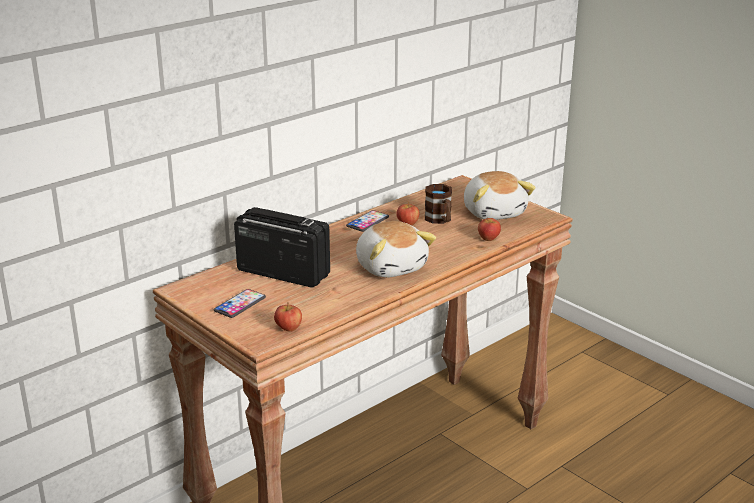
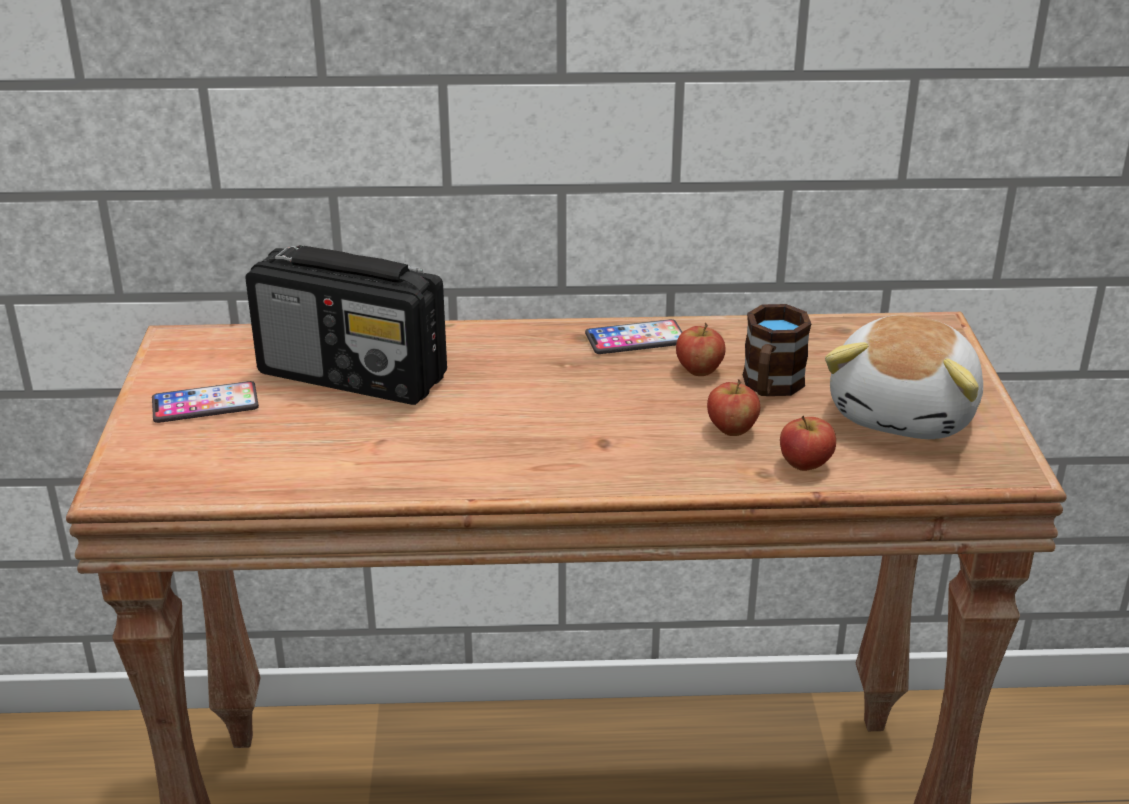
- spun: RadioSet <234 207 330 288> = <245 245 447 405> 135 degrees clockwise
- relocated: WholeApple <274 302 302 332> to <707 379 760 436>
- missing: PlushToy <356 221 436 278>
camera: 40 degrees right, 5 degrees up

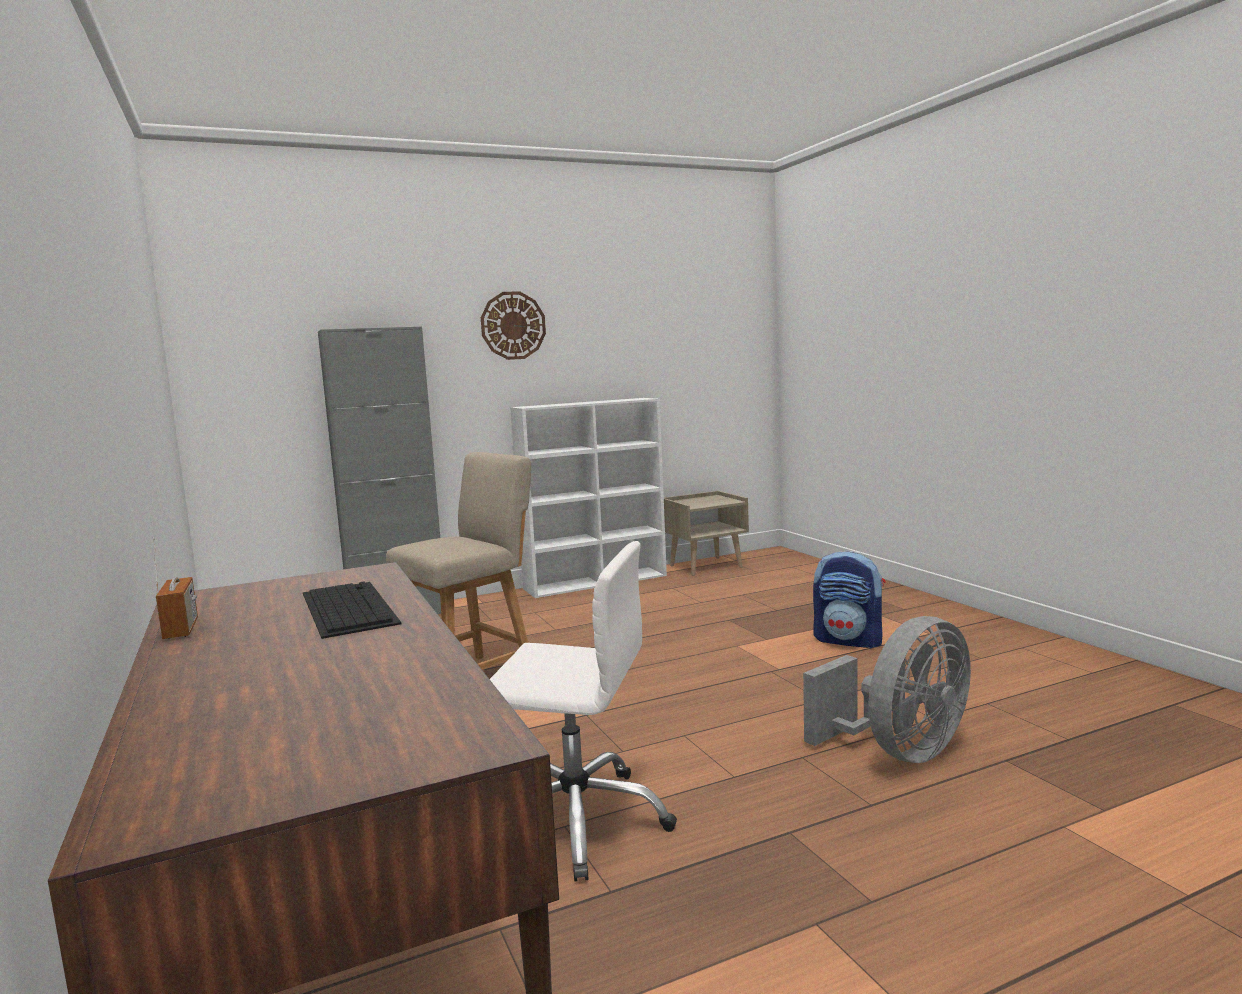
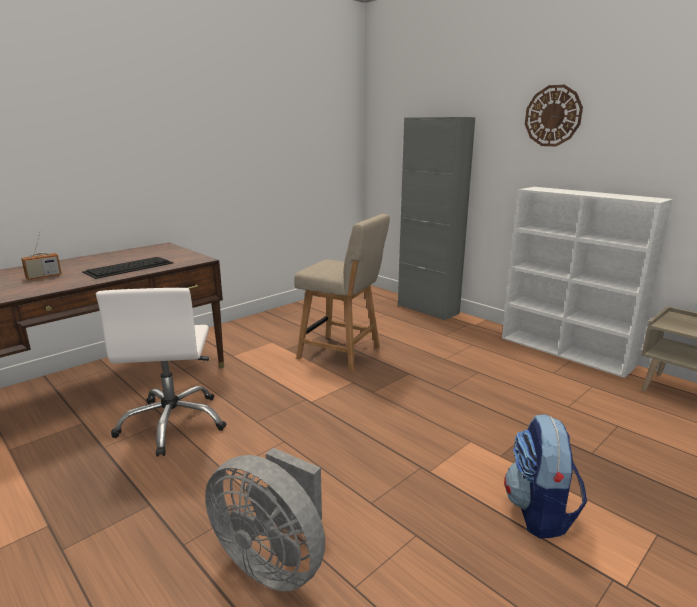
- relocated: RadioSet <153 536 198 639> to <21 232 62 280>
camera: 70 degrees right, 10 degrees up

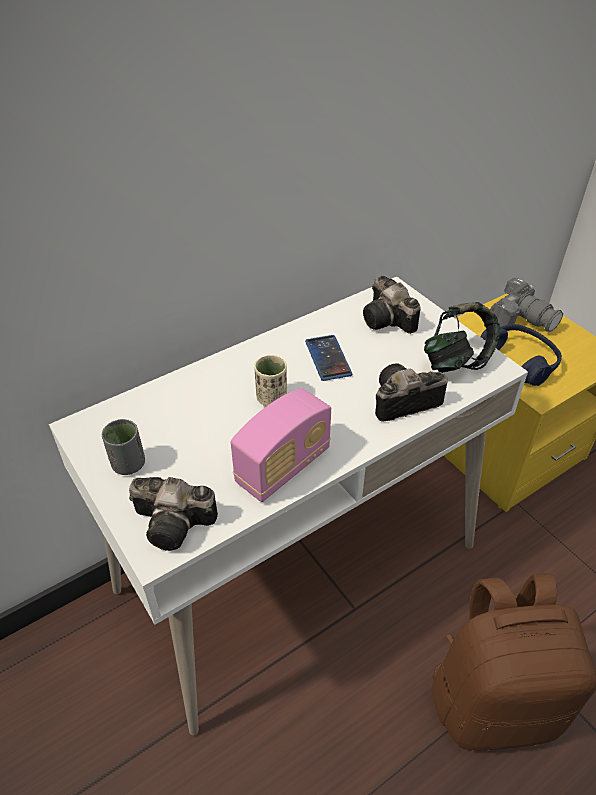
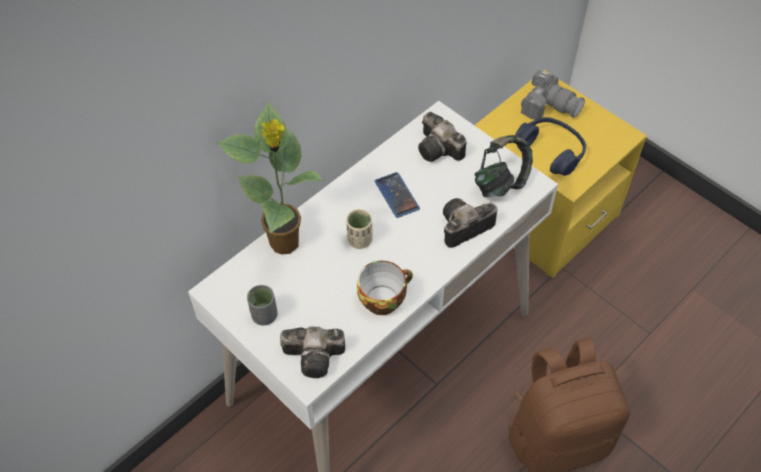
- exchanged: RadioSet <231 388 331 502> to Cup <357 261 413 315>
- appeared: PlantInAPot <217 102 325 254>
camera: 10 degrees left, 10 degrees up

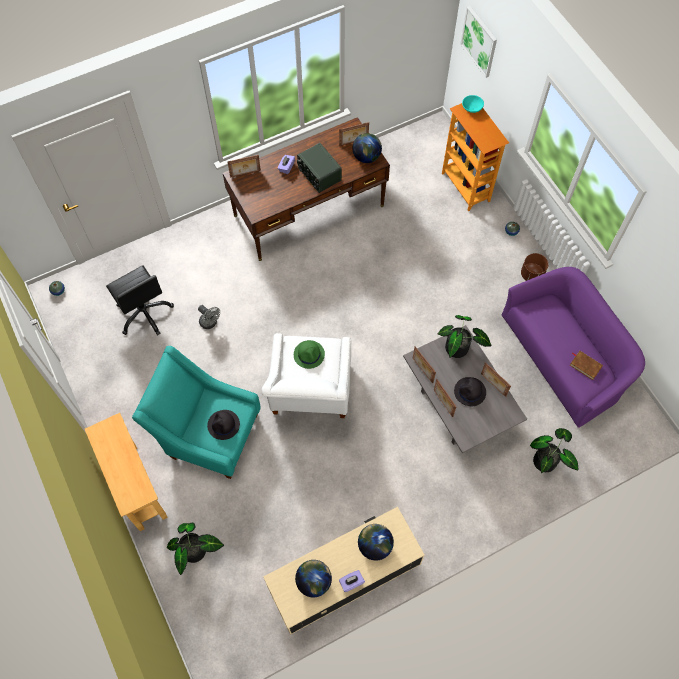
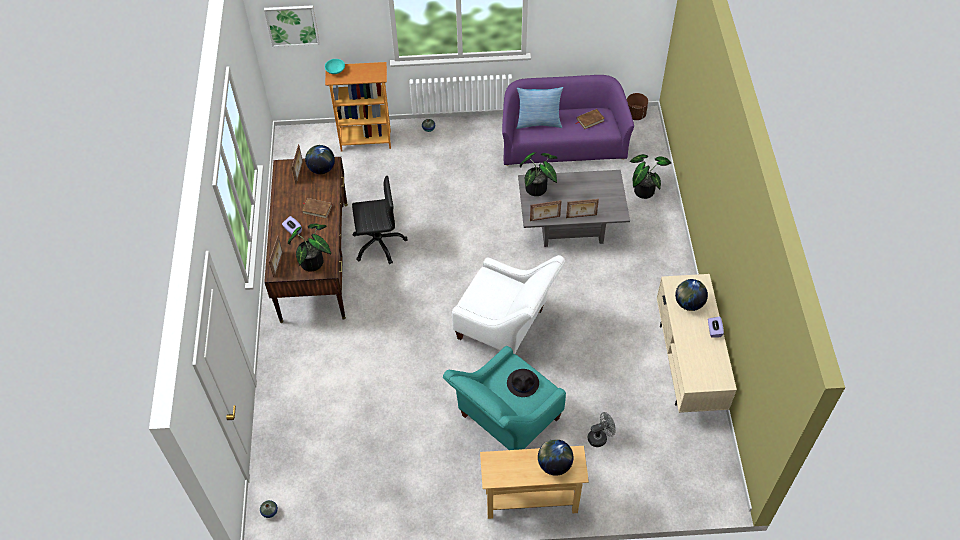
- relocated: BlackComputerChair <106 265 174 336> to <352 176 408 264>
- relocated: PlantInAPot <167 522 224 575> to <288 224 331 272>
- relocated: GreyElectricFan <198 305 220 329> to <588 412 616 447>
- missing: GreenColouredWearableHat <294 340 325 369>
- relocated: Globe <295 560 332 597> to <538 439 574 476>
- exchanged: RadioSet <297 143 342 193> to BrownishVolume <302 198 332 219>
- missing: BlackWearableHat <454 377 486 406>
- missing: StandingFrame <481 362 511 397>
- relocated: BrownishFlowerPot <521 253 548 281> to <627 93 648 120>
- appeared: Pillow <516 87 563 129>
camera: 65 degrees left, 10 degrees down

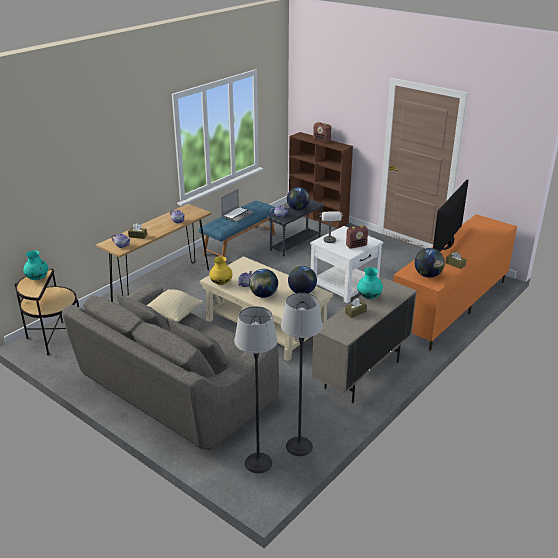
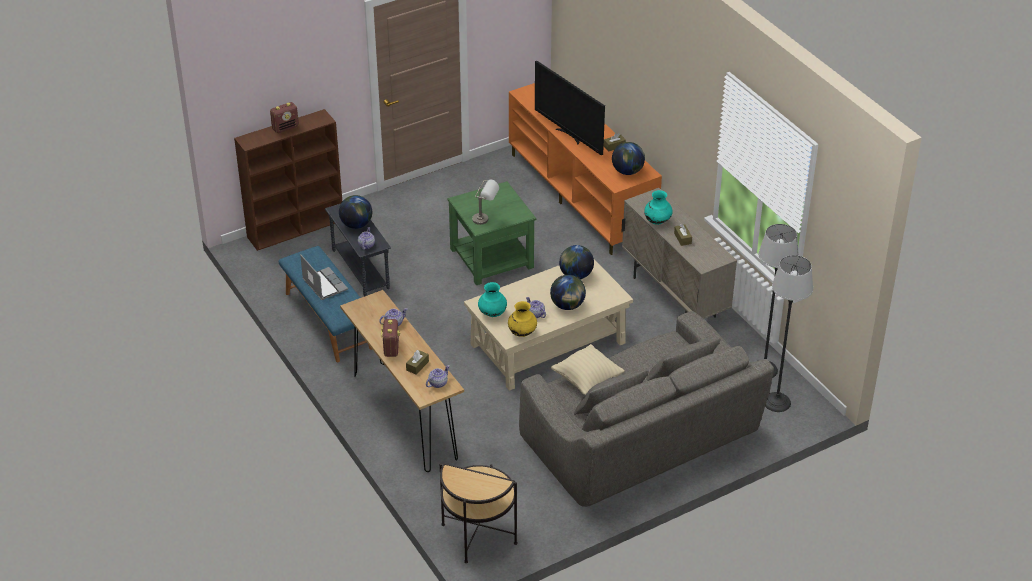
- relocated: BlueGreenDecorativeVase <23 250 48 280> to <478 282 507 317>
- colour: WhiteColouredSideTable <310 226 384 303> to GreenColouredSideTable <447 181 536 285>
- relocated: RadioSet <346 225 368 249> to <381 319 400 357>
camera: 70 degrees left, 10 degrees up

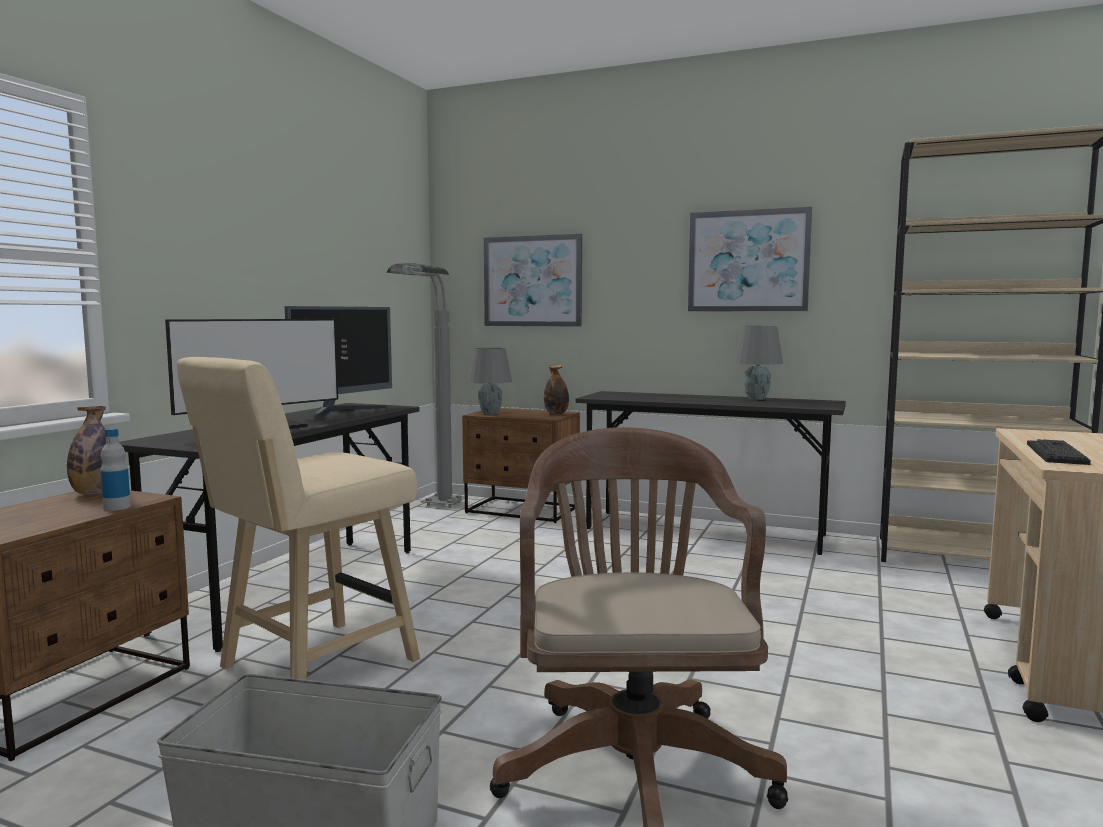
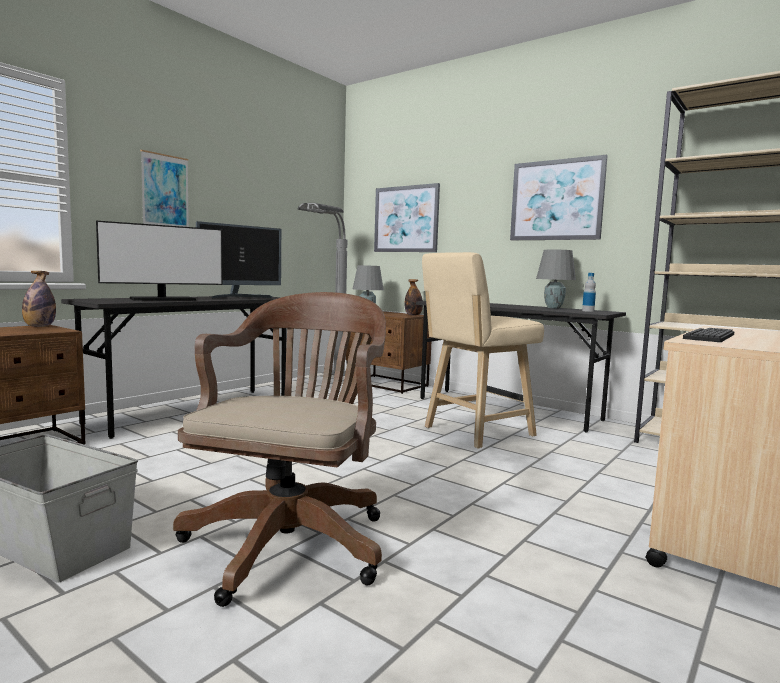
- relocated: Bottle <100 428 131 511> to <582 273 596 312>
- relocated: SandColouredStoolSeat <177 357 420 680> to <422 252 544 448>
- appeared: WallArt <141 150 189 227>
camera: 15 degrees right, 0 degrees up

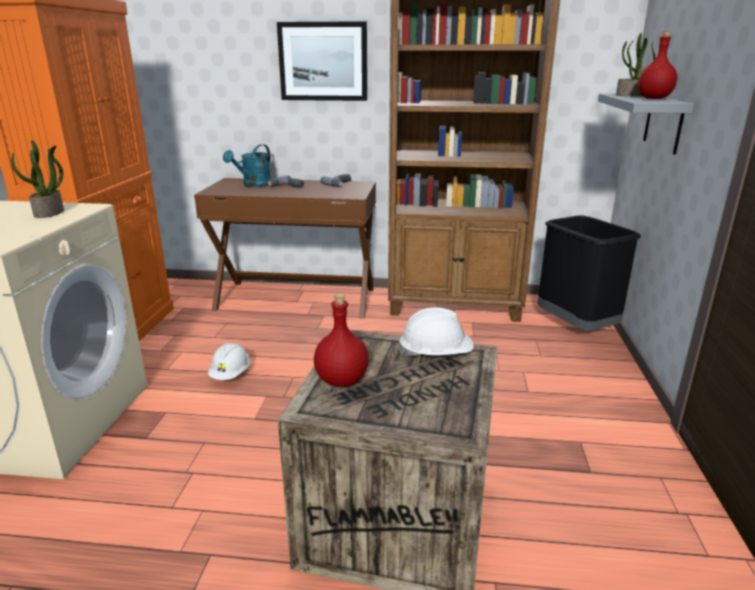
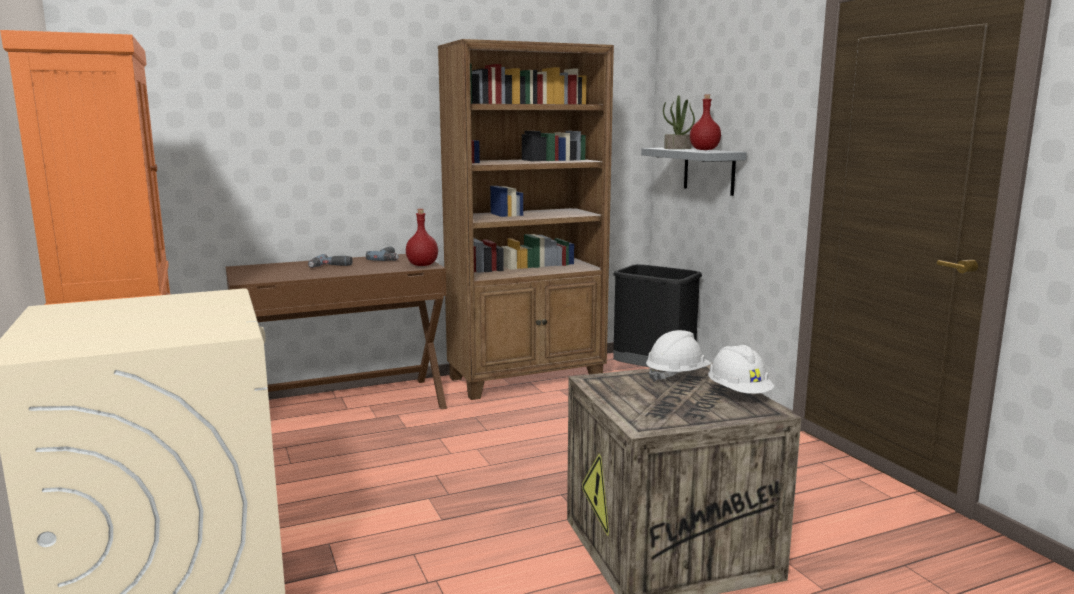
- missing: PlantInAPot <11 140 64 218>
- relocated: WhiteColouredWorkHelmet <208 343 250 380> to <708 345 774 394>
- missing: BlueGreenSprinklingCan <223 144 271 187>
- missing: WallArt <277 21 367 101>
- relocated: ReddishBottle <314 294 369 387> to <406 209 438 266>
camera: 30 degrees left, 10 degrees down

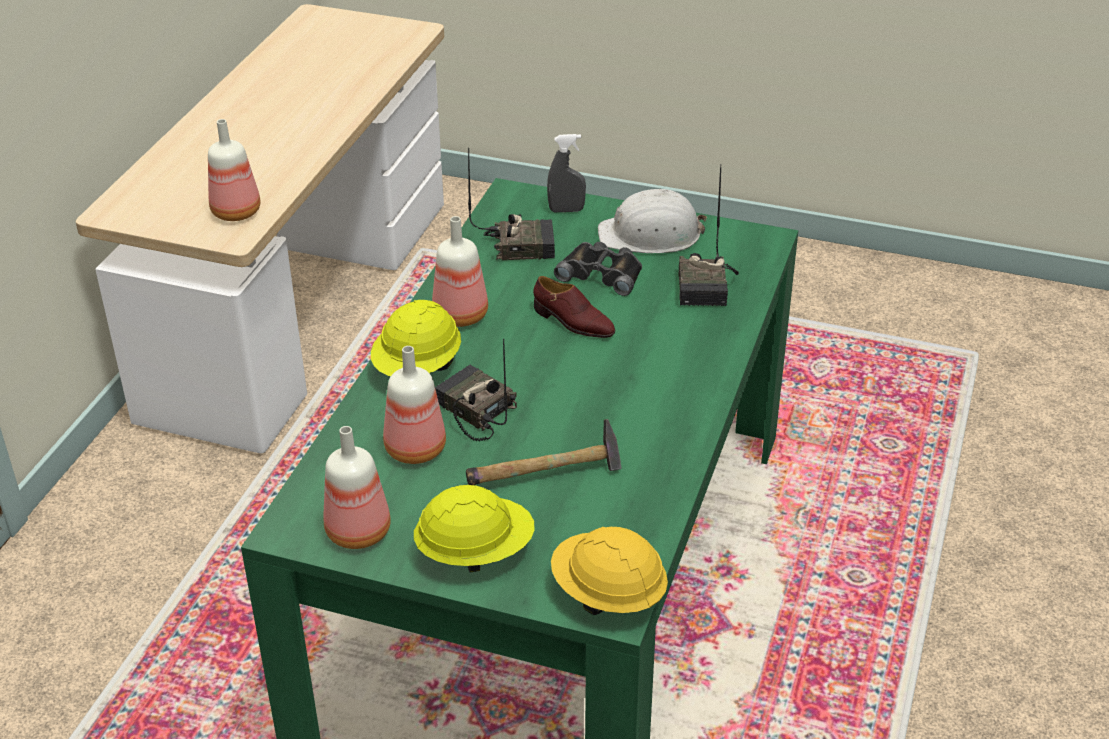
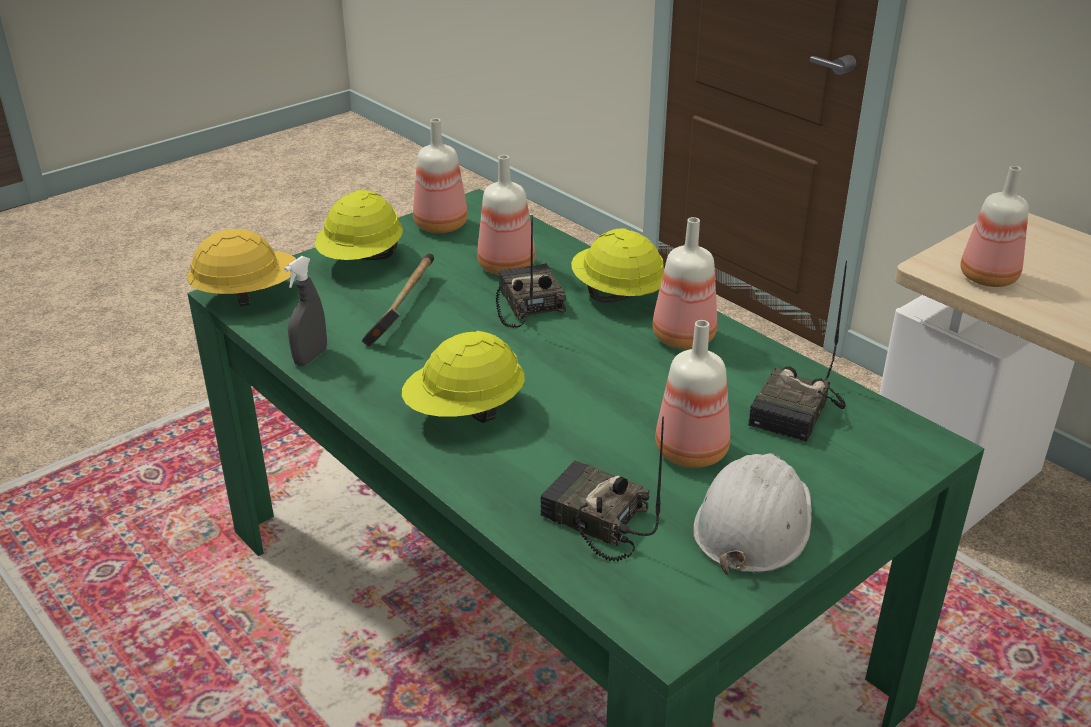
- spun: RadioSet <435 339 517 441> = <496 215 566 328> 90 degrees counterclockwise
- missing: BrownishLowShoe <533 276 615 338>
- relocated: GreySprayBottle <547 134 586 212> to <284 256 327 366>
- exchanged: BlackPairOfBinoculars <554 242 642 296> to Bottle <655 320 730 468>
- appeared: YellowColouredWorkHelmet <402 331 525 423>
camera: 120 degrees right, 5 degrees down

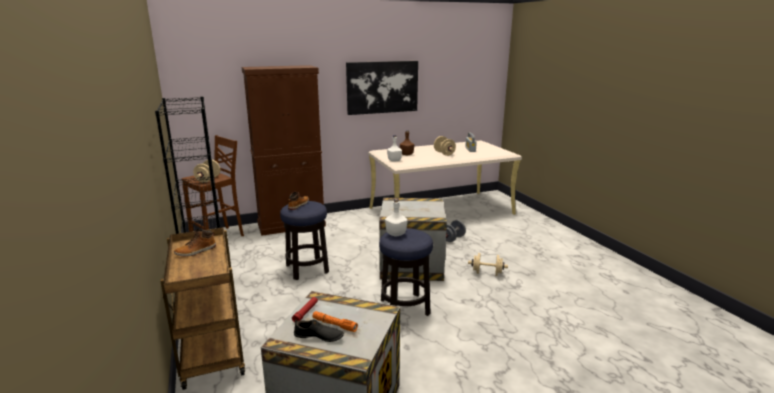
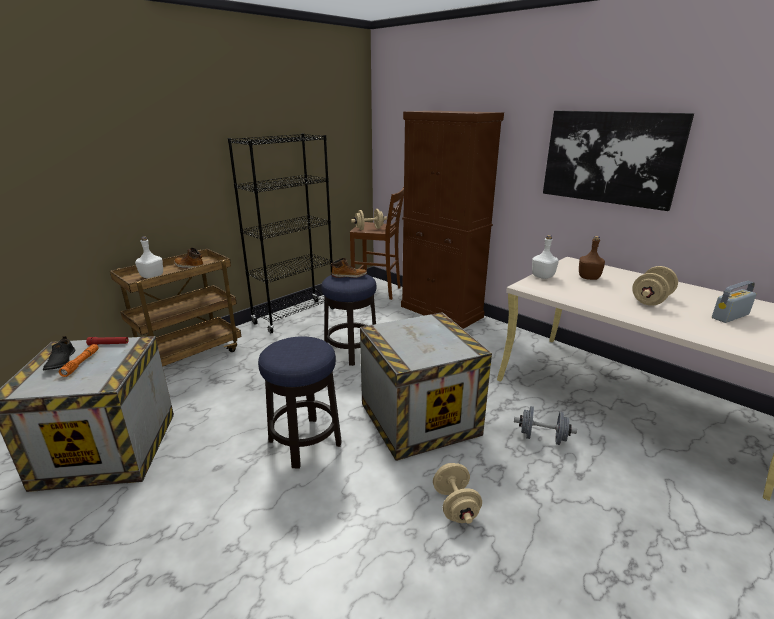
- relocated: WhiteColouredBottle <385 198 407 237> to <135 236 163 279>
camera: 65 degrees right, 5 degrees up

